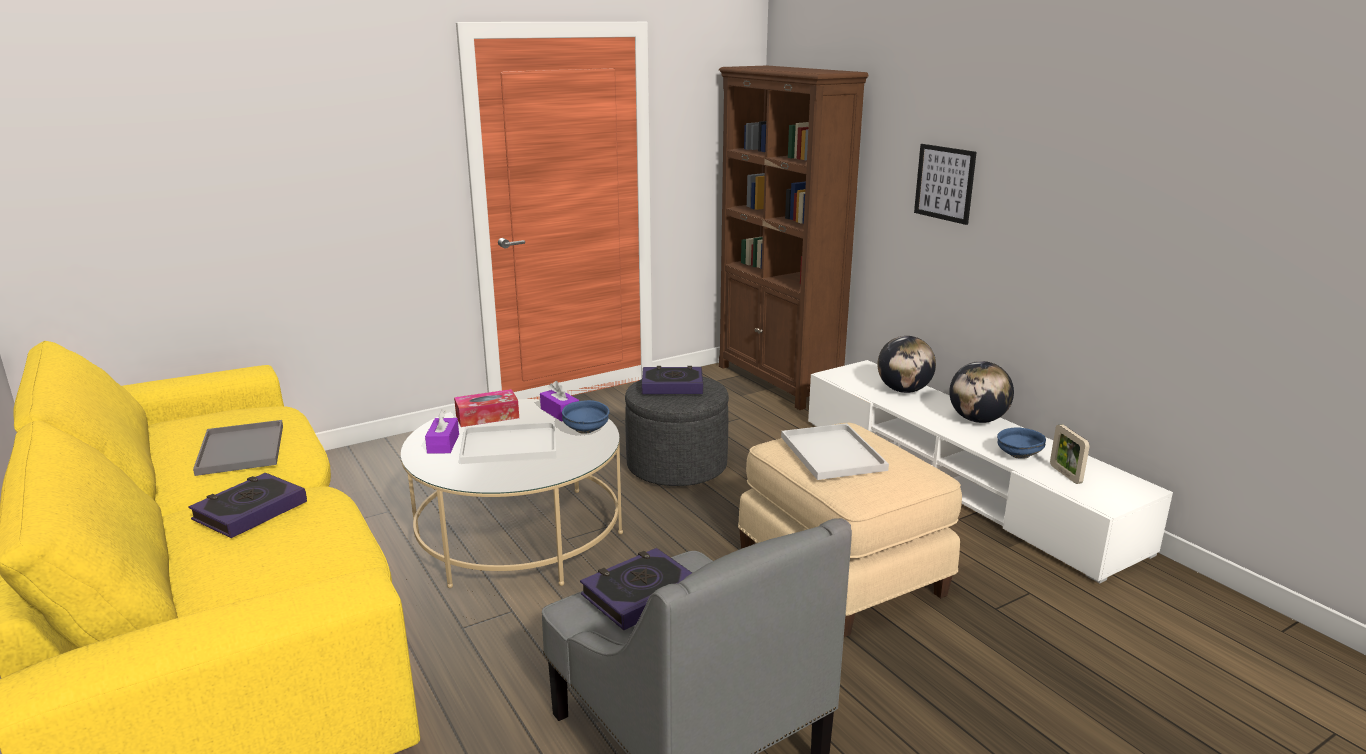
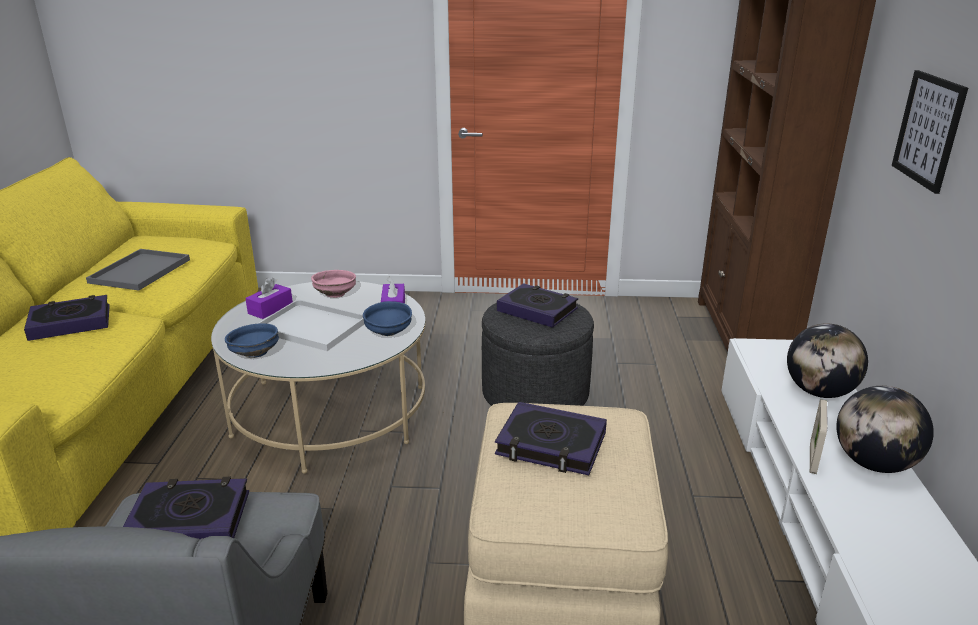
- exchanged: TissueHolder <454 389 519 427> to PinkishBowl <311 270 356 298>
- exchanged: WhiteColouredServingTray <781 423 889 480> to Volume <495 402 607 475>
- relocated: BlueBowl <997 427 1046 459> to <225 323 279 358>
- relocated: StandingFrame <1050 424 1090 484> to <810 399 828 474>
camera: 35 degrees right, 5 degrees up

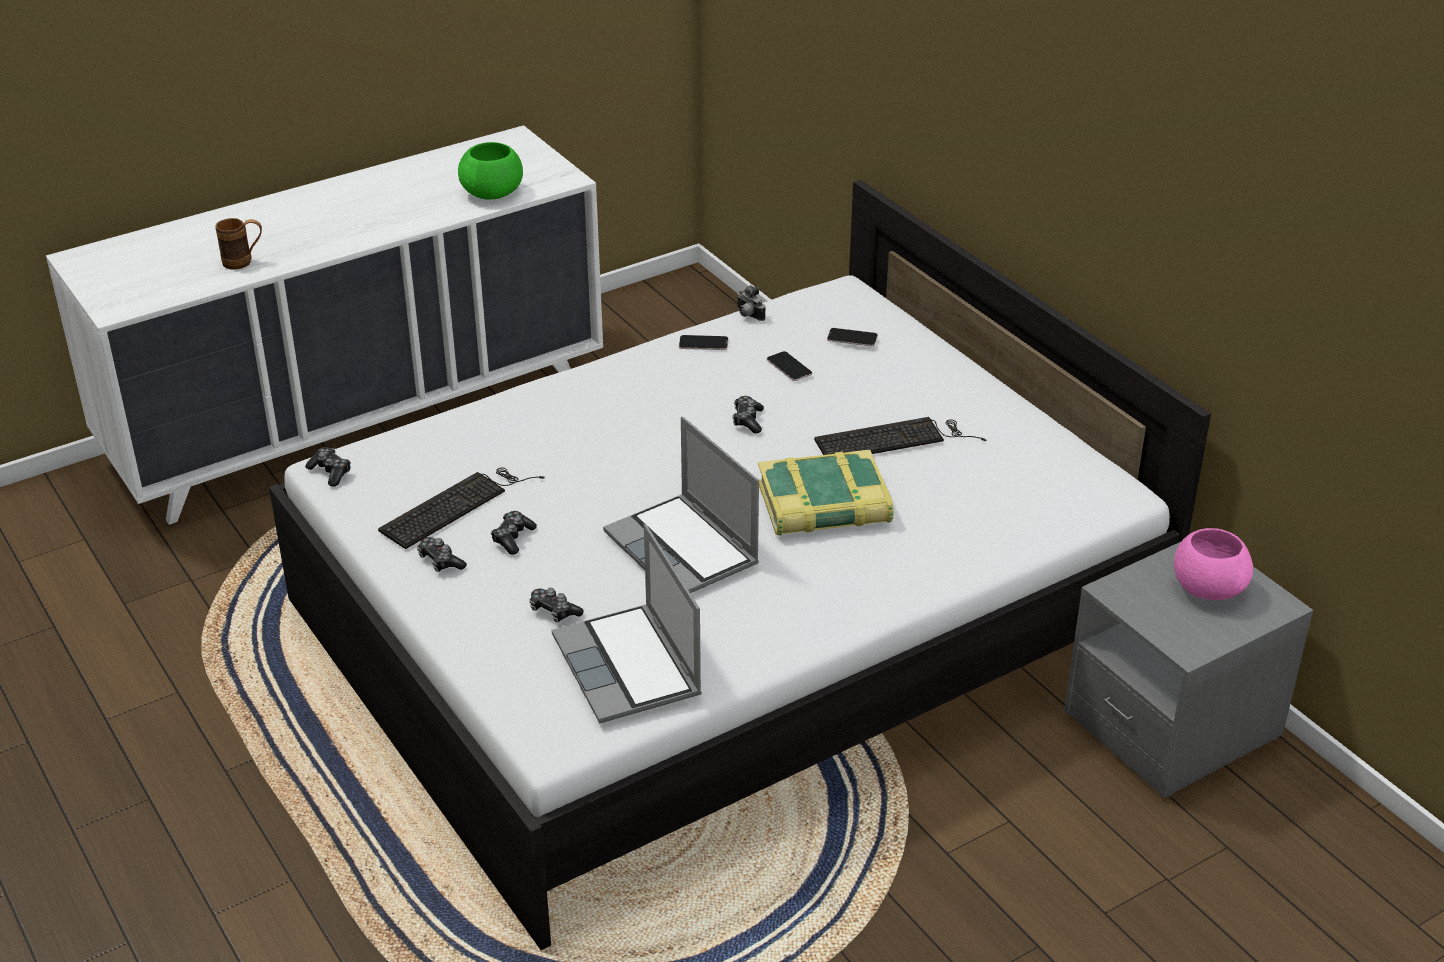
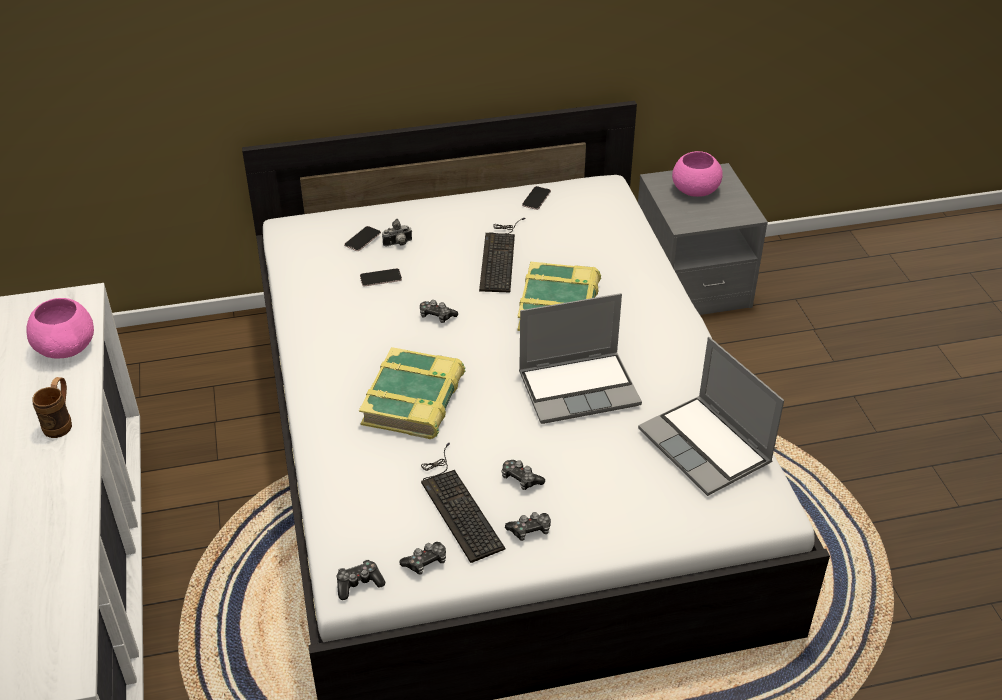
- relocated: BrownishCoffeeMug <216 218 262 270> to <33 377 72 438>
- colour: GreenColouredBowl <458 142 523 200> to PinkishBowl <26 298 94 359>
- relocated: Gamepad <529 588 584 622> to <400 542 446 575>
- spun: PortableComputer <552 524 702 724> = <638 337 784 496> 60 degrees clockwise
- relocated: Phone <679 335 728 350> to <522 186 551 210>
- relocated: StillCamera <737 285 765 321> to <382 219 412 246>
- appeared: Volume <359 347 465 439>
camera: 70 degrees left, 5 degrees up

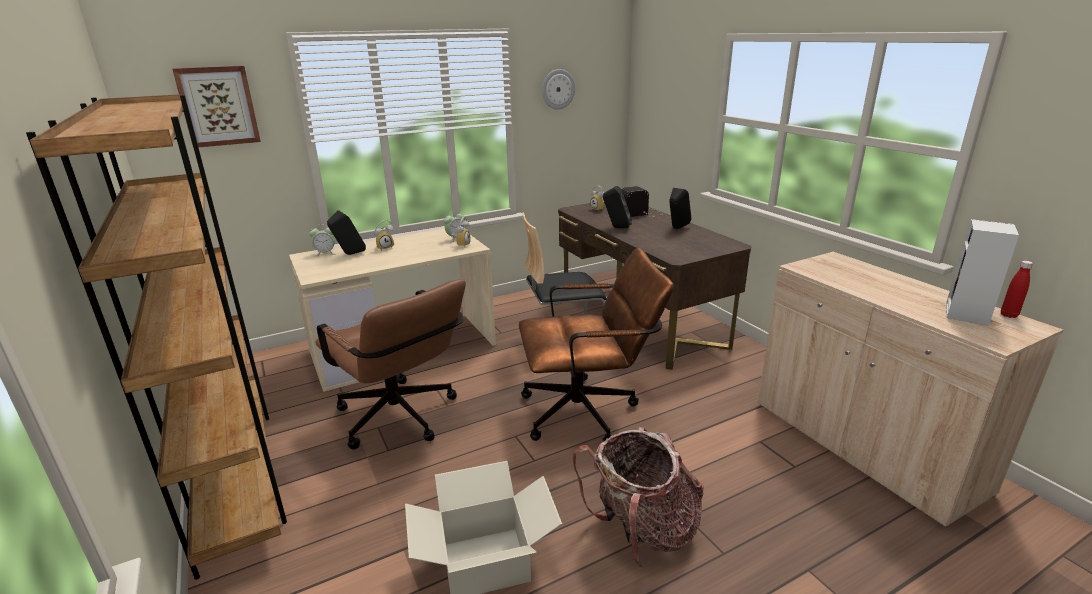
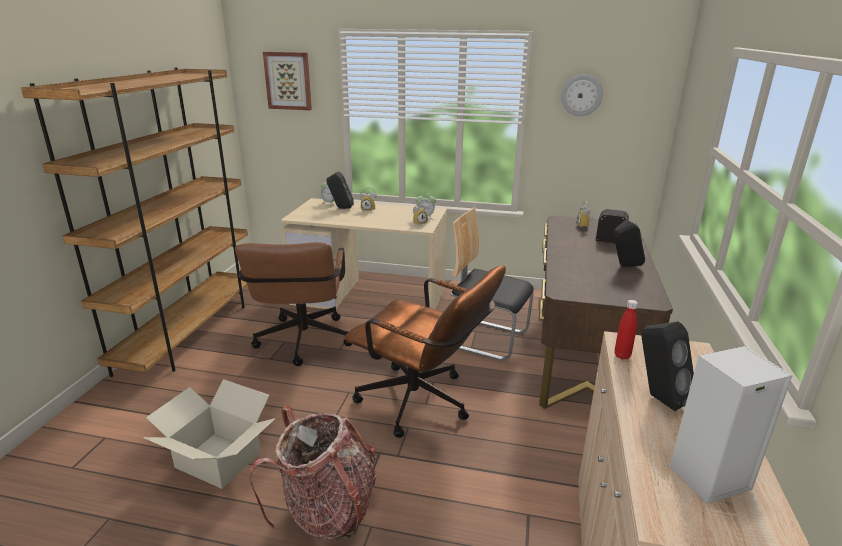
- relocated: BlackSpeaker <603 186 632 228> to <641 322 694 411>
- relocated: ReddishBottle <1001 261 1033 318> to <614 300 638 359>
camera: 40 degrees right, 0 degrees up

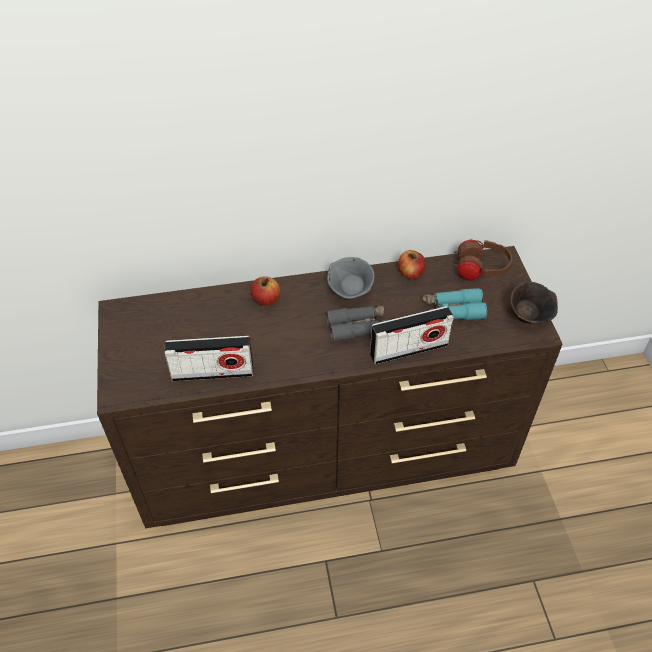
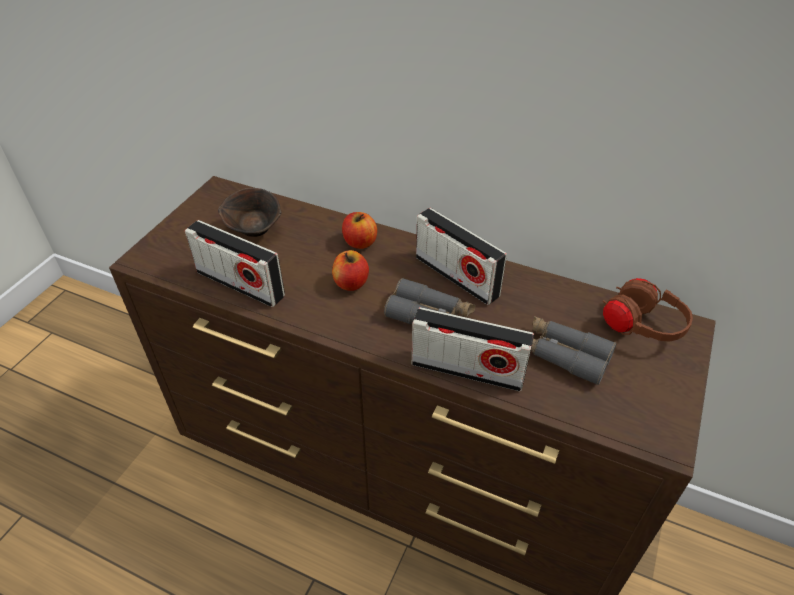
- exchanged: GreyBowl <327 257 374 299> to RadioSet <416 208 507 305>
- relocated: WholeApple <398 250 426 279> to <332 250 369 291>
- colour: BlueGreenPairOfBinoculars <423 288 487 320> to GreyPairOfBinoculars <531 316 616 385>
- relocated: BrownishBowl <510 282 558 324> to <218 188 282 237>
camera: 35 degrees right, 5 degrees down

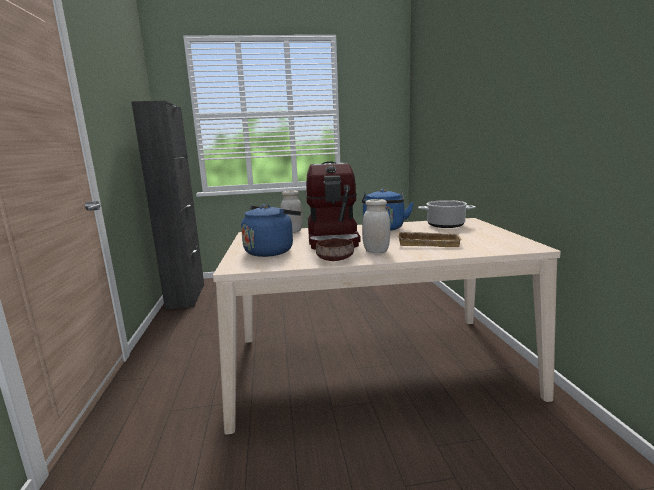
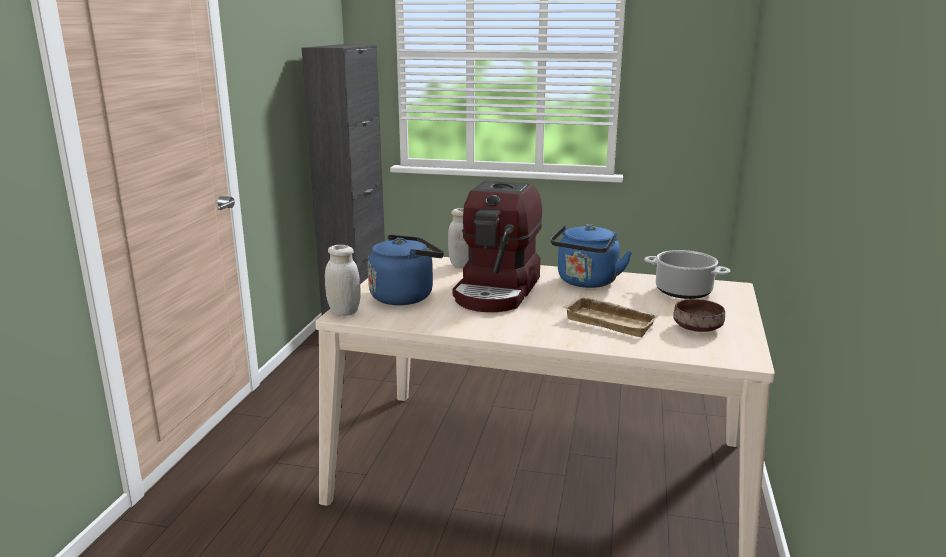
- relocated: BrownishBowl <316 239 354 261> to <673 299 725 332>
- relocated: WhiteColouredStorageJar <362 199 390 253> to <325 245 361 316>
camera: 20 degrees right, 5 degrees up

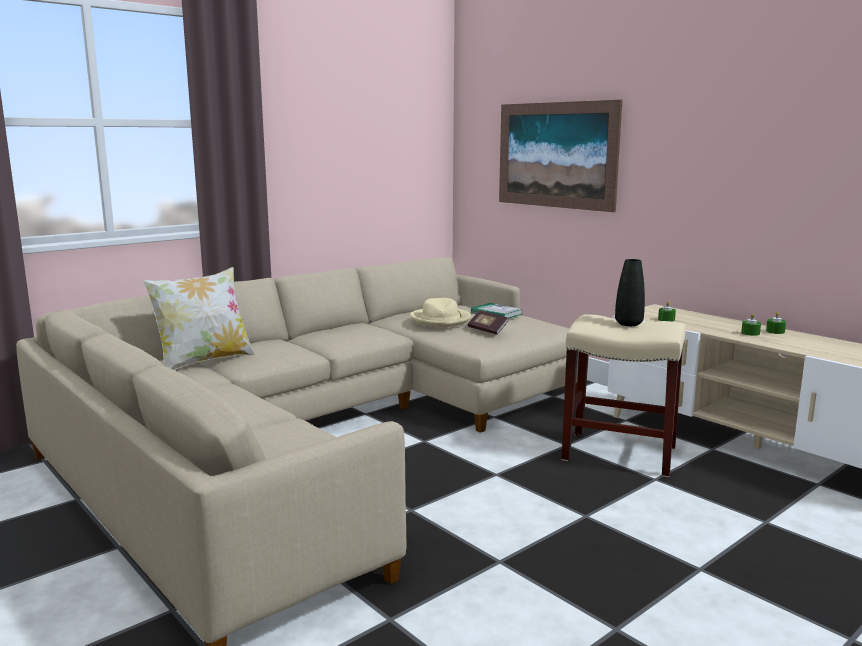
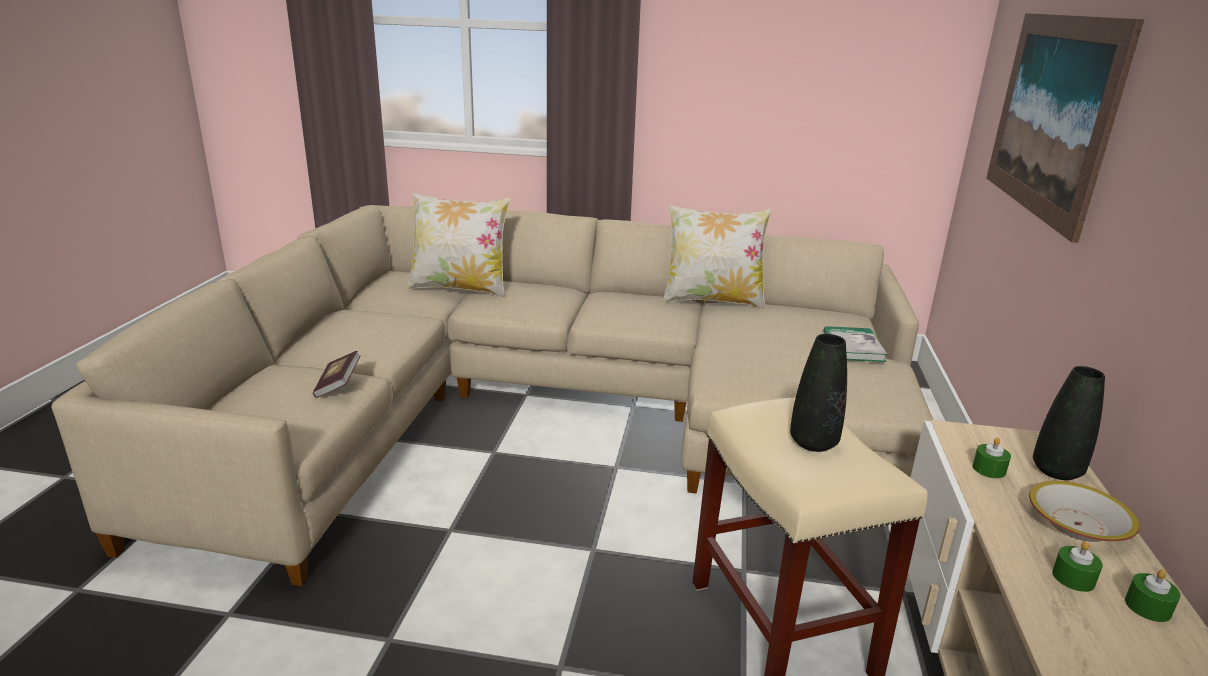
- missing: SandColouredWearableHat <410 298 471 327>
- relocated: Volume <468 311 508 335> to <313 351 361 398>
- appeared: Pillow <663 205 772 309>
- appeared: Bowl <1029 481 1139 542>
- appeared: BlackDecorativeVase <1033 366 1105 480>
camera: 50 degrees right, 10 degrees up

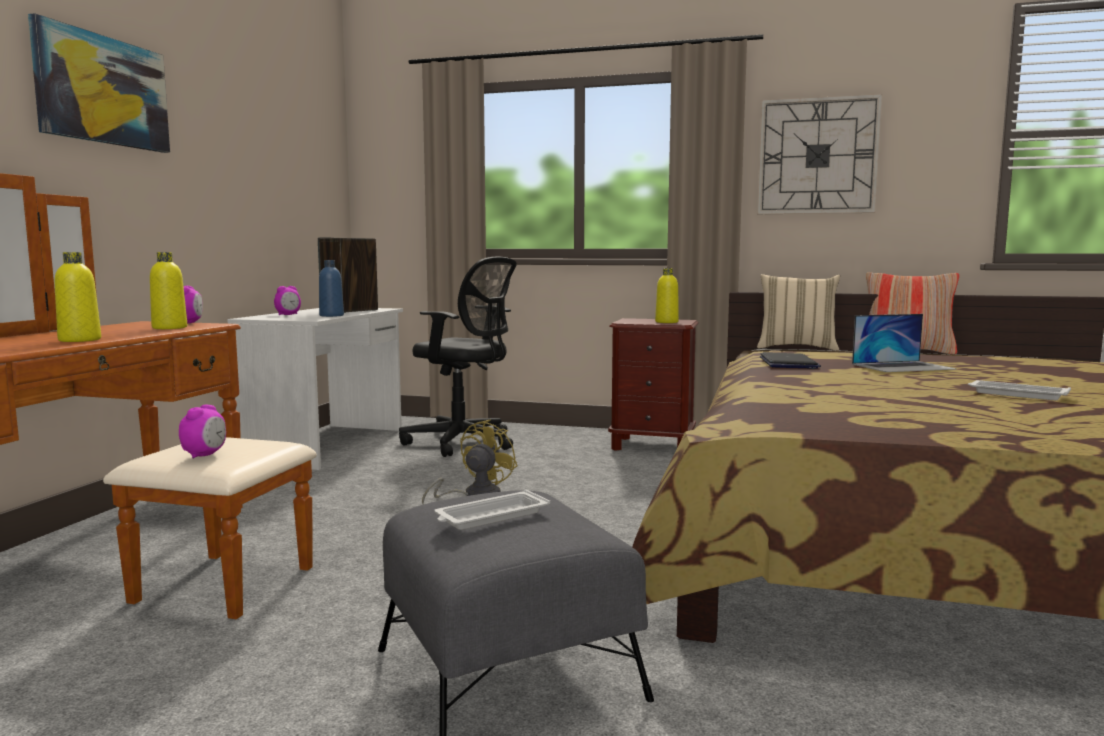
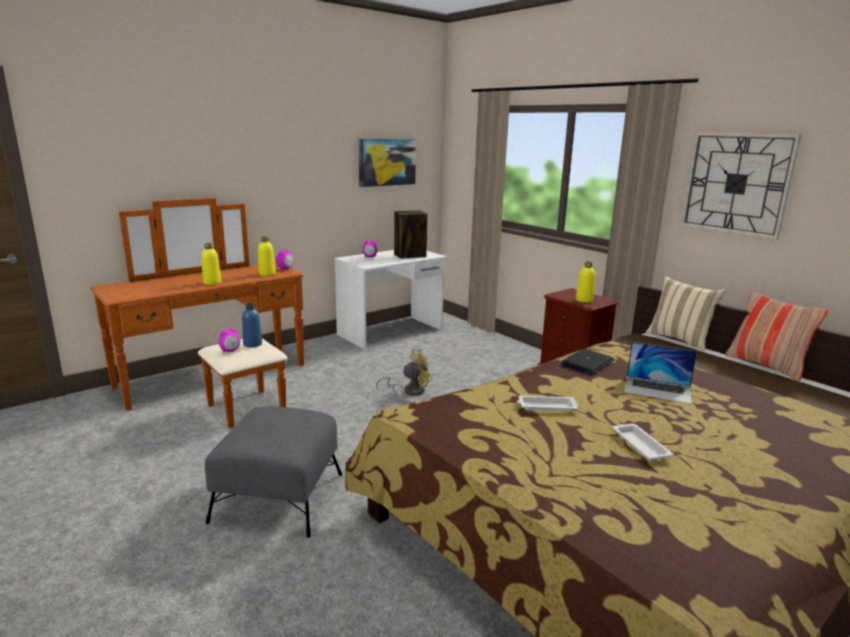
- relocated: WallArt <28 13 170 153> to <359 139 416 187>
- relocated: BlueBottle <319 260 344 317> to <242 303 262 347>
- missing: BlackComputerChair <399 257 517 457>
- relocated: WhiteColouredServingTray <434 490 550 530> to <517 396 579 411>
camera: 35 degrees right, 10 degrees up

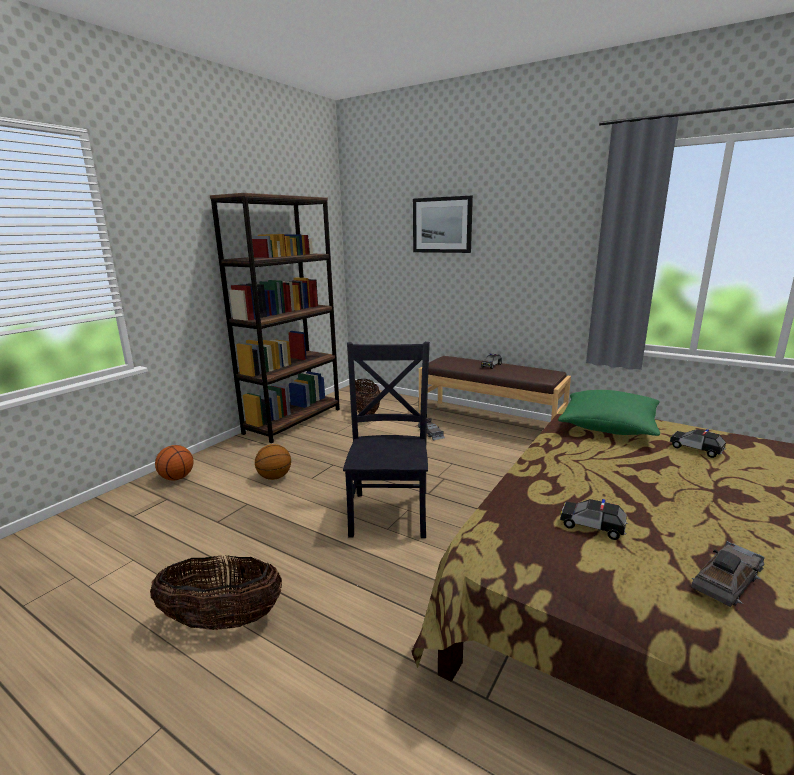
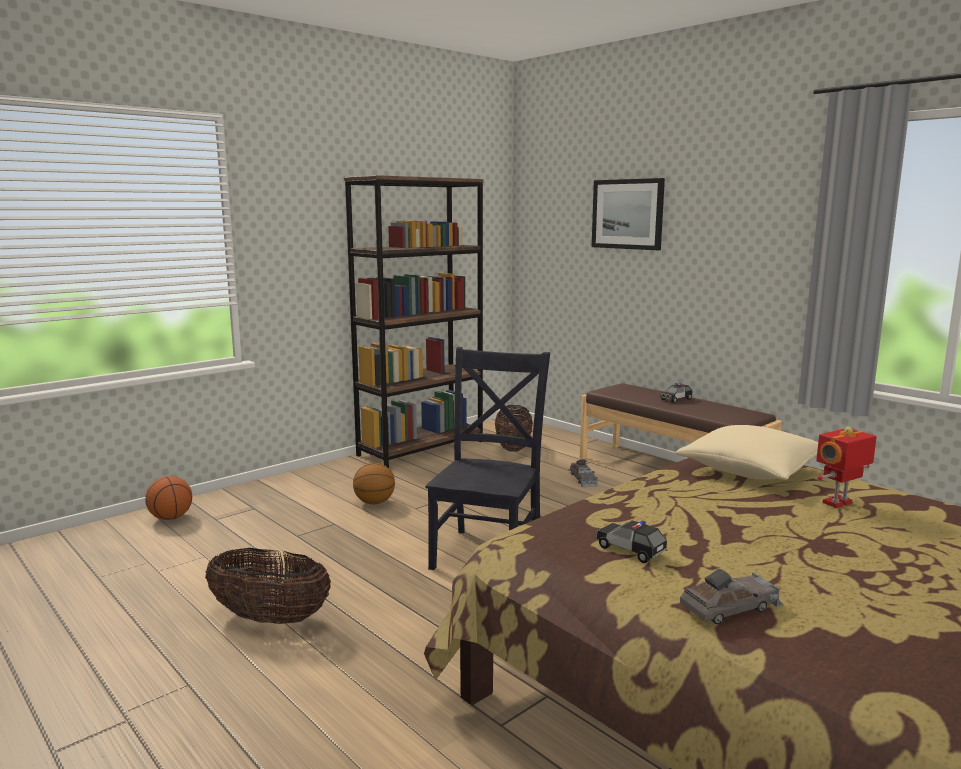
- relocated: Basketball <155 445 194 480> to <145 476 192 520>
- colour: GreenColouredPillow <558 390 660 436> to SandColouredPillow <675 425 818 480>
- exchanged: ModelCar <670 429 726 458> to ToyRobot <816 427 877 508>
camera: 15 degrees right, 5 degrees down

